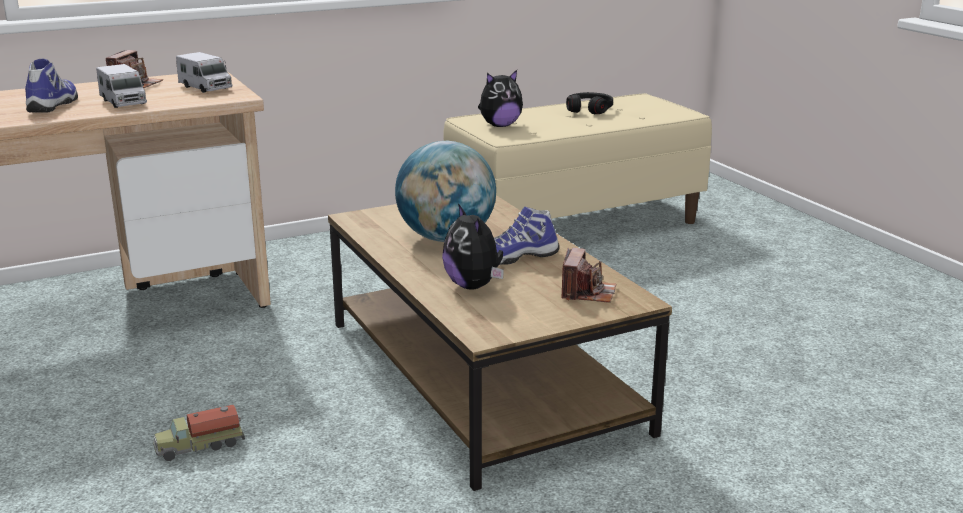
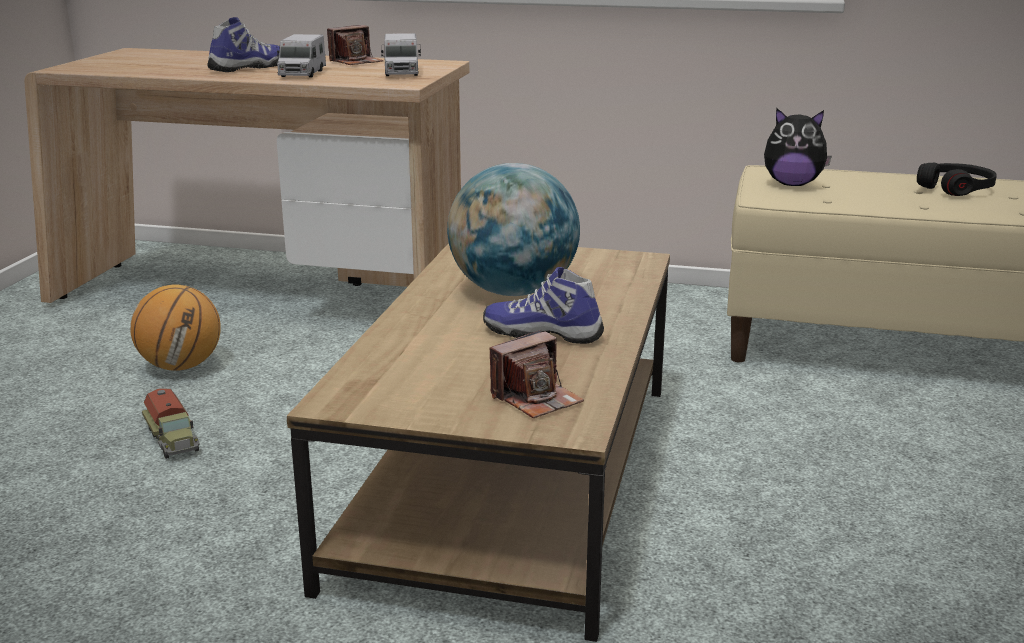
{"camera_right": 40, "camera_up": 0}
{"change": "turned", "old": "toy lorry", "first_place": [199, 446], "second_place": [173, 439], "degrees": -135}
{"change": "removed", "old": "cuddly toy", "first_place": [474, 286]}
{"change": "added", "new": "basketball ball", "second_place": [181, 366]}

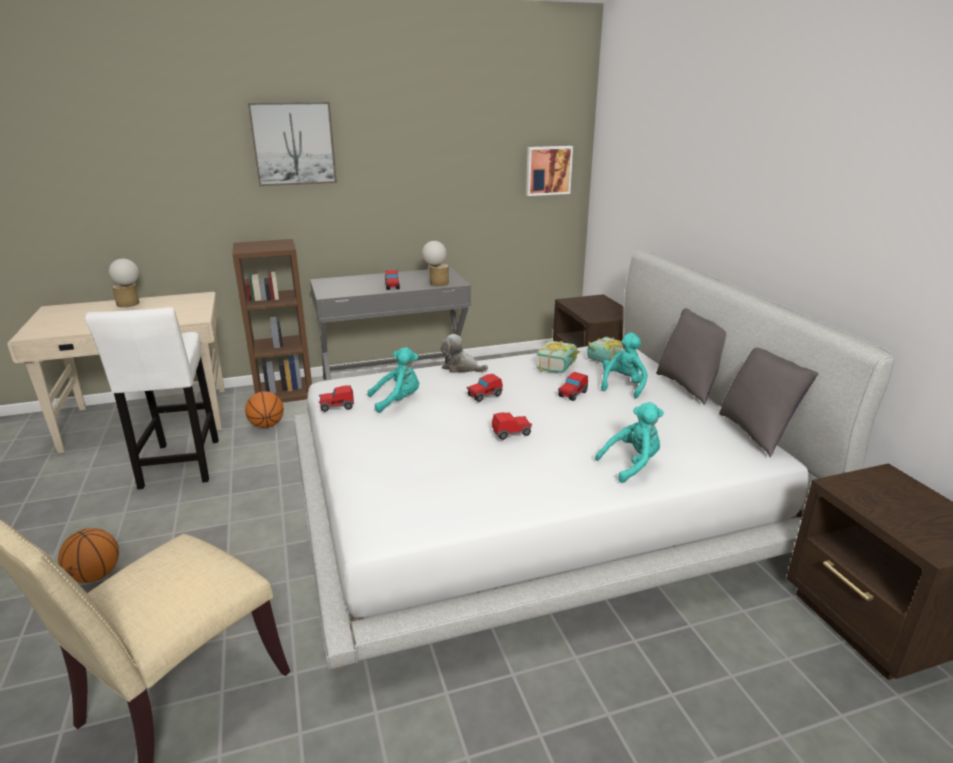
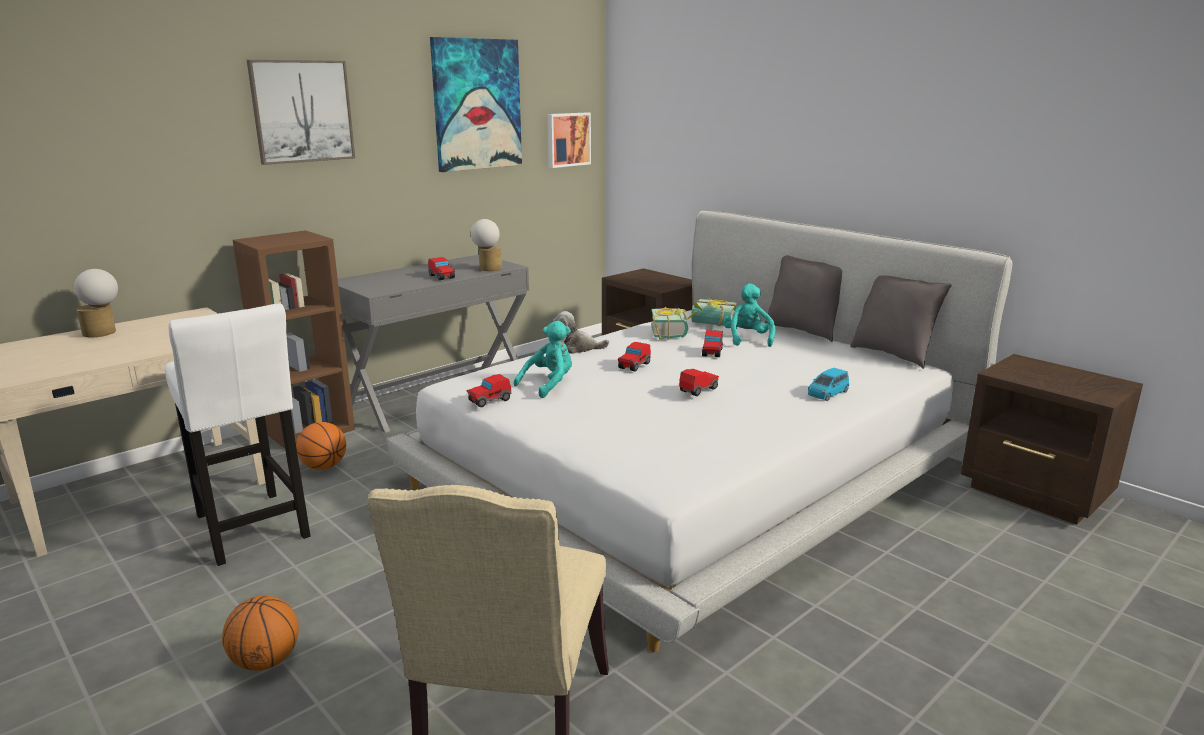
{"camera_right": -25, "camera_up": -5}
{"change": "replaced", "old": "turquoise cuddly toy", "new": "blue model car", "first_place": [632, 464], "second_place": [827, 394]}
{"change": "added", "new": "wall picture", "second_place": [477, 105]}

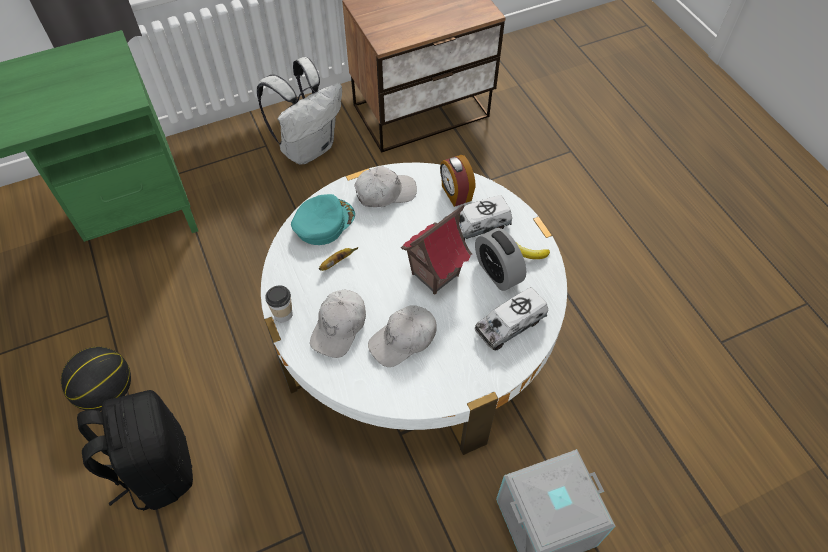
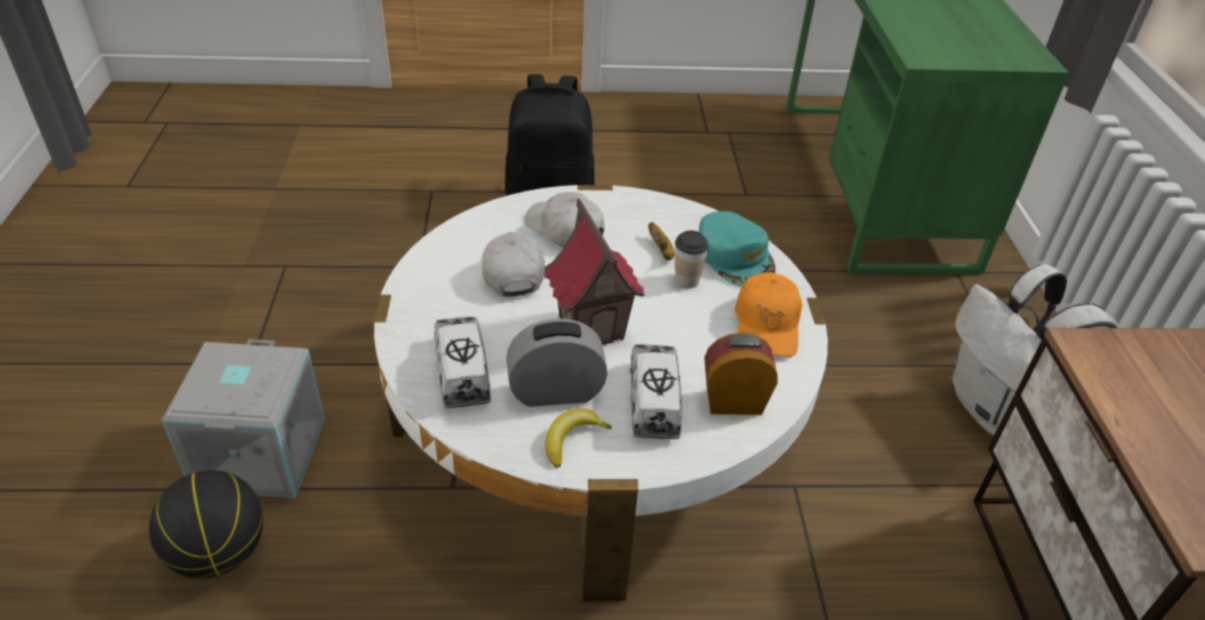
{"camera_right": 110, "camera_up": -15}
{"change": "moved", "old": "basketball ball", "first_place": [107, 392], "second_place": [220, 553]}
{"change": "moved", "old": "drinking cup", "first_place": [283, 314], "second_place": [686, 280]}
{"change": "recoloured", "old": "whitish cap", "new": "orangey cap", "first_place": [385, 192], "second_place": [767, 325]}

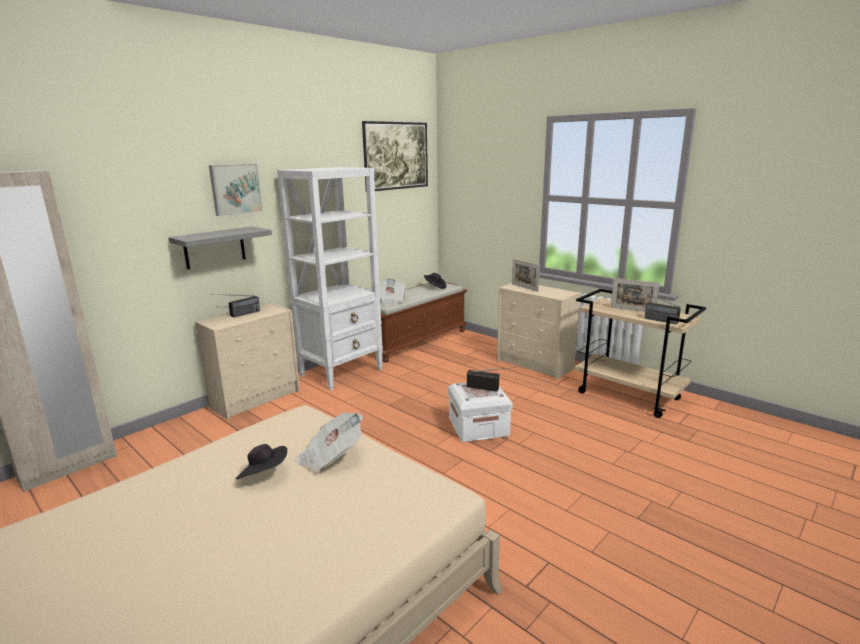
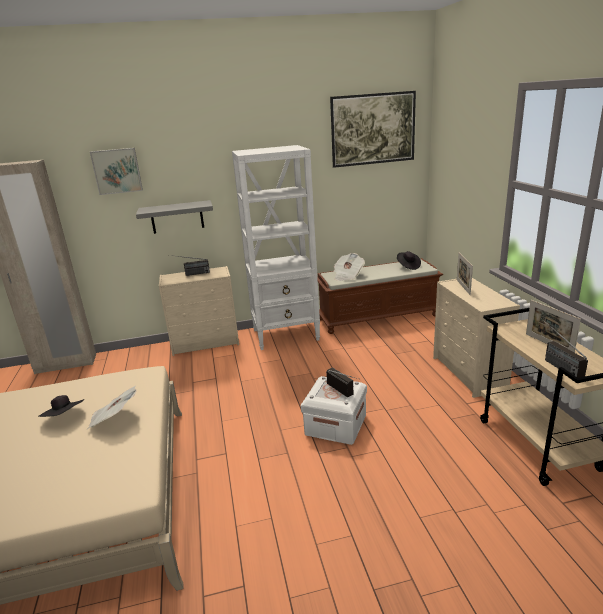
{"camera_right": 35, "camera_up": 5}
{"change": "moved", "old": "wall picture", "first_place": [235, 189], "second_place": [117, 171]}

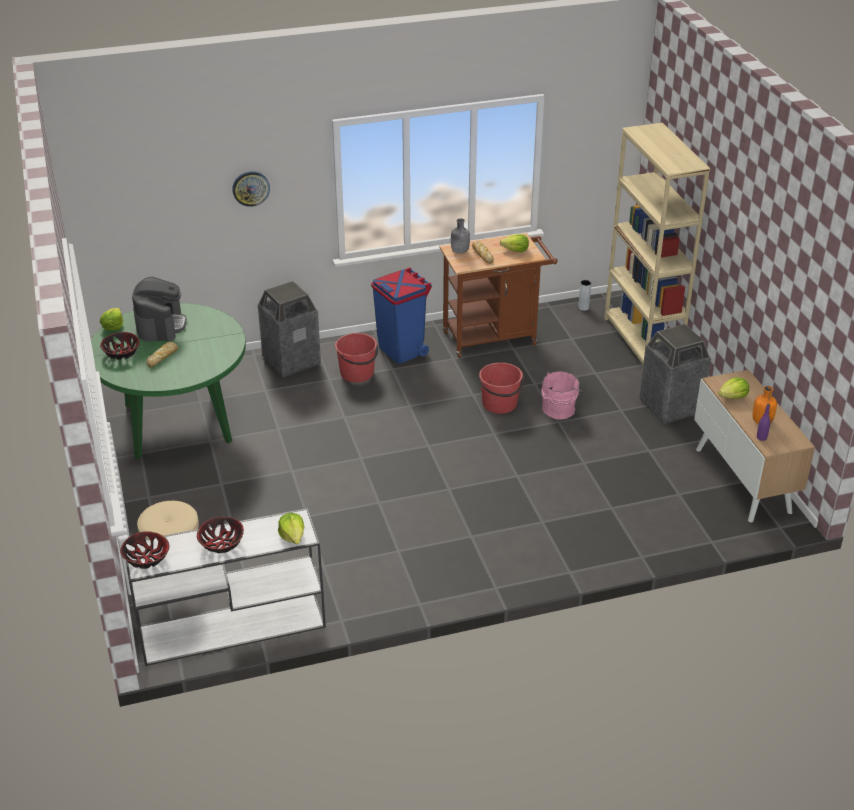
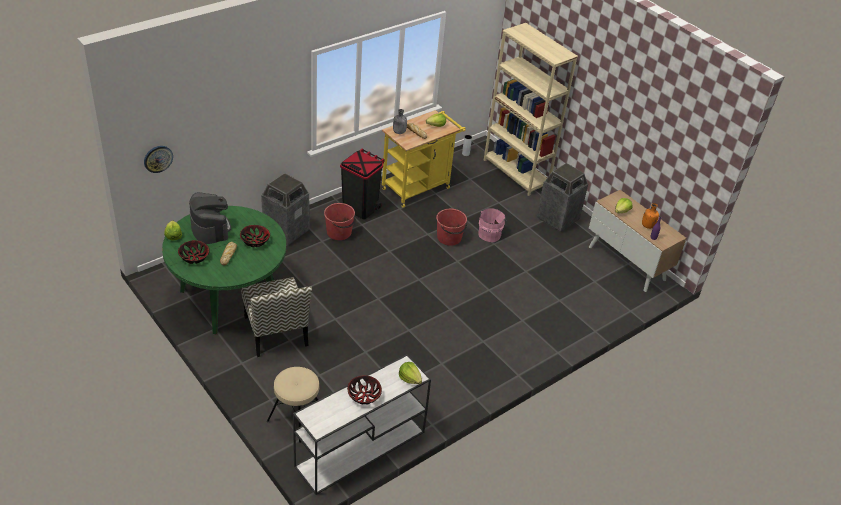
{"camera_right": -25, "camera_up": 5}
{"change": "moved", "old": "deep dish", "first_place": [147, 558], "second_place": [255, 241]}
{"change": "moved", "old": "hanging clock", "first_place": [251, 188], "second_place": [158, 158]}
{"change": "recoloured", "old": "blue trash can", "new": "black trash can", "first_place": [401, 350], "second_place": [360, 208]}
{"change": "recoloured", "old": "brown wheeled cart", "new": "yellowish wheeled cart", "first_place": [495, 337], "second_place": [419, 186]}
{"change": "added", "new": "upright chair", "second_place": [276, 332]}

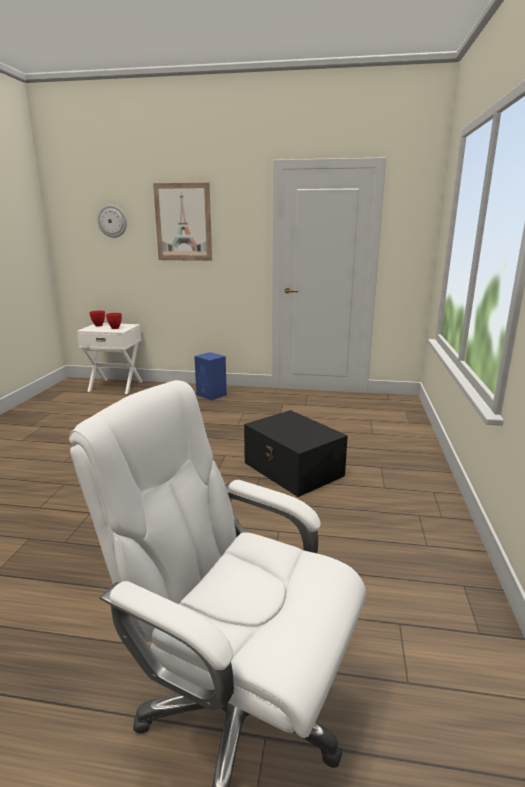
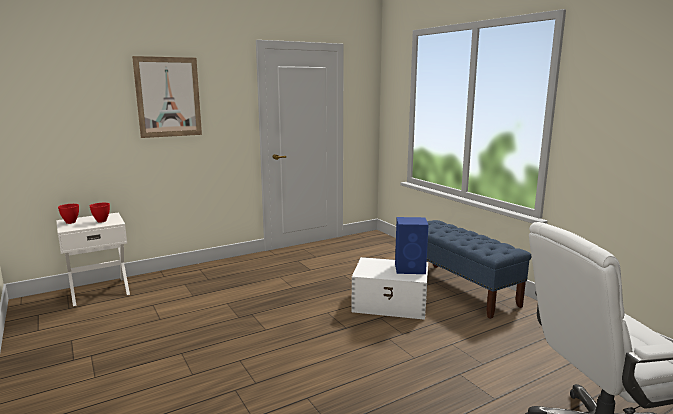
{"camera_right": -40, "camera_up": -5}
{"change": "removed", "old": "hanging clock", "first_place": [112, 221]}
{"change": "moved", "old": "blue audio speaker", "first_place": [212, 395], "second_place": [411, 269]}
{"change": "recoloured", "old": "black storage container", "new": "whitish storage container", "first_place": [293, 469], "second_place": [391, 304]}
{"change": "added", "new": "blue bench", "second_place": [460, 289]}

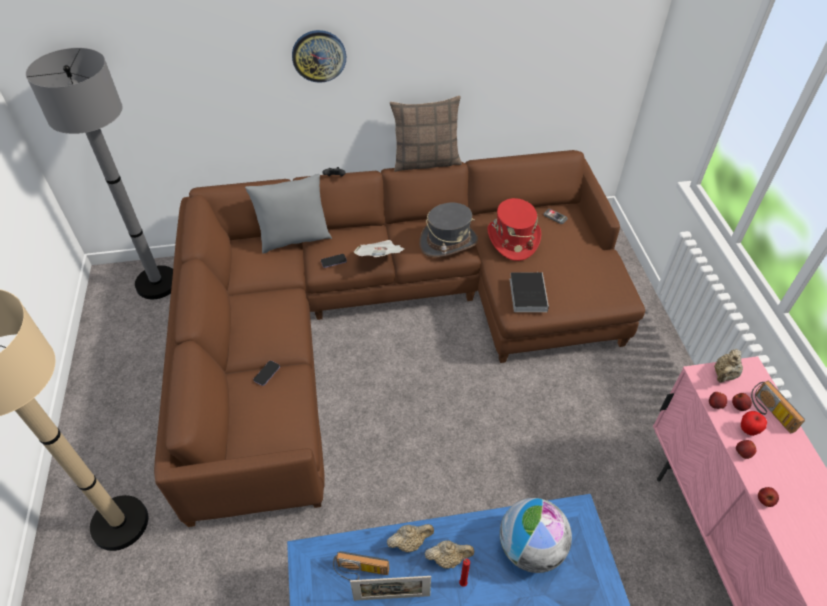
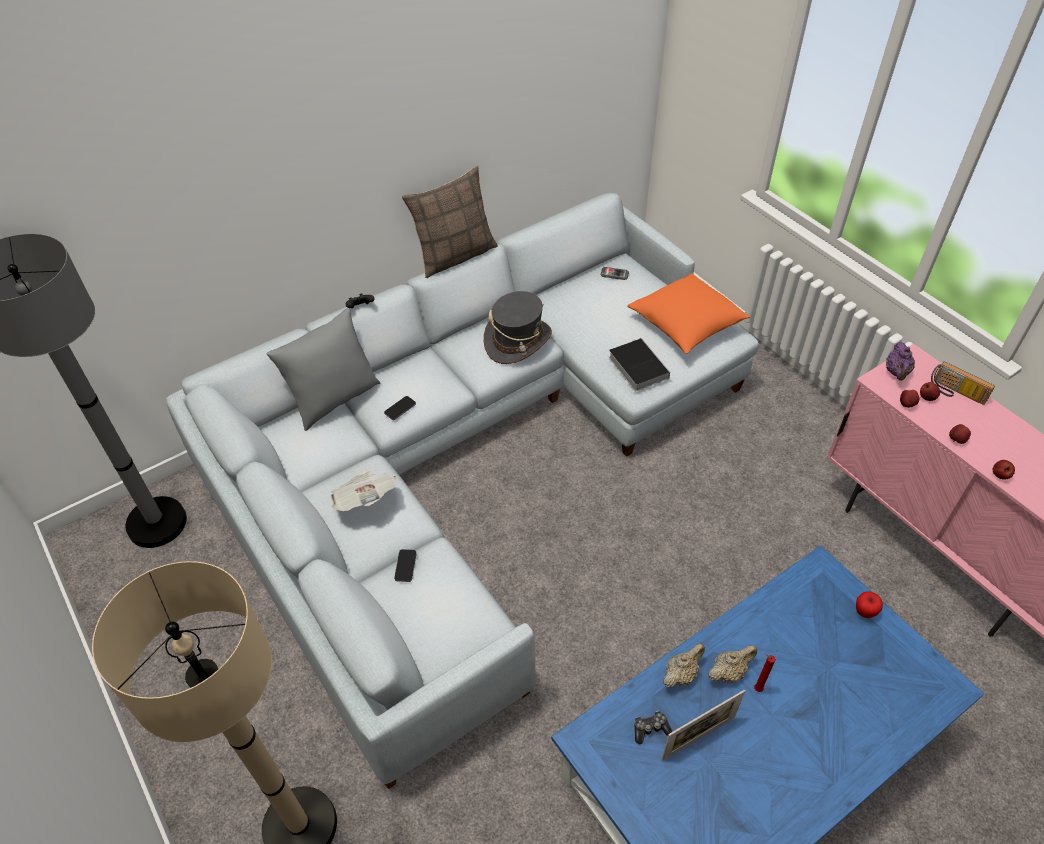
{"camera_right": -25, "camera_up": 0}
{"change": "recoloured", "old": "brown settee", "new": "grey settee", "first_place": [383, 316], "second_place": [468, 454]}
{"change": "removed", "old": "hanging clock", "first_place": [319, 56]}
{"change": "replaced", "old": "radio set", "new": "gamepad", "first_place": [360, 572], "second_place": [650, 729]}
{"change": "moved", "old": "printed paper", "first_place": [380, 258], "second_place": [365, 500]}
{"change": "removed", "old": "reddish wearable hat", "first_place": [512, 239]}
{"change": "removed", "old": "desk globe", "first_place": [530, 548]}
{"change": "recoloured", "old": "sand-coloured pot for tea", "new": "purple pot for tea", "first_place": [724, 375], "second_place": [896, 373]}
{"change": "moved", "old": "apple fruit", "first_place": [748, 430], "second_place": [864, 612]}
{"change": "added", "new": "orangey throw pillow", "second_place": [686, 325]}

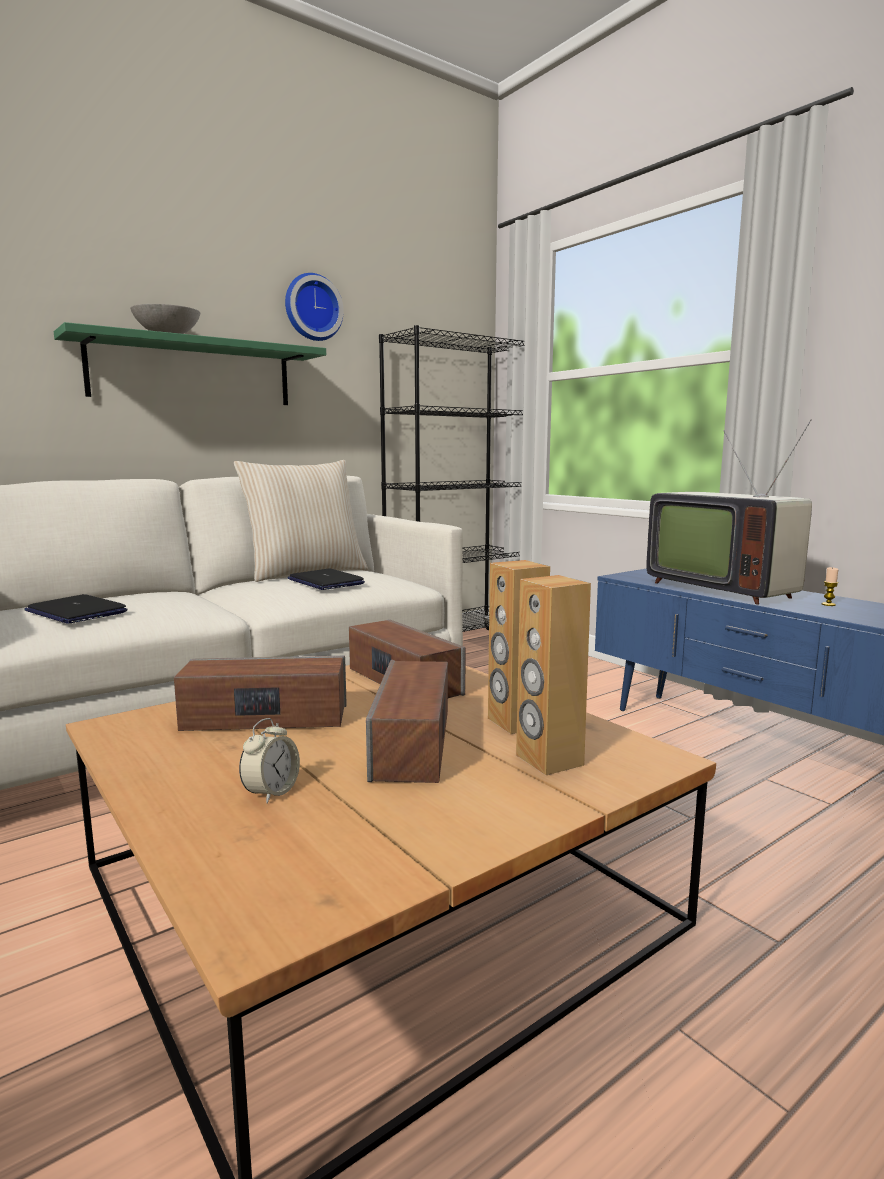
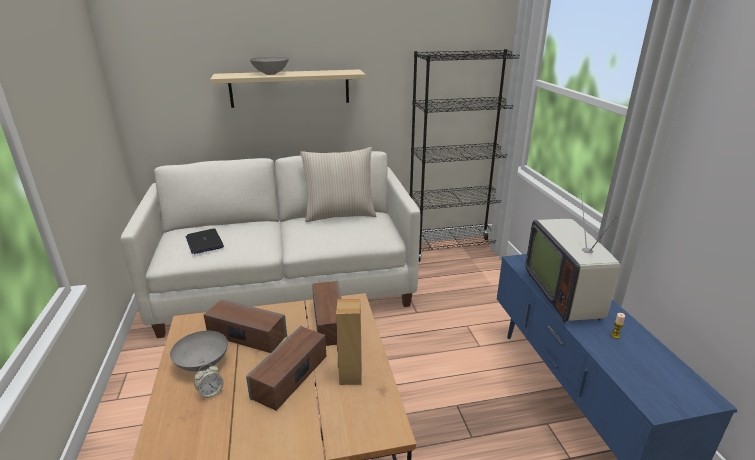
{"camera_right": 25, "camera_up": 15}
{"change": "recoloured", "old": "green wall shelf", "new": "sand-coloured wall shelf", "first_place": [193, 372], "second_place": [290, 88]}
{"change": "removed", "old": "hanging clock", "first_place": [312, 308]}
{"change": "removed", "old": "laptop", "first_place": [325, 582]}
{"change": "removed", "old": "brown audio speaker", "first_place": [548, 760]}
{"change": "added", "new": "grey deep dish", "second_place": [202, 364]}

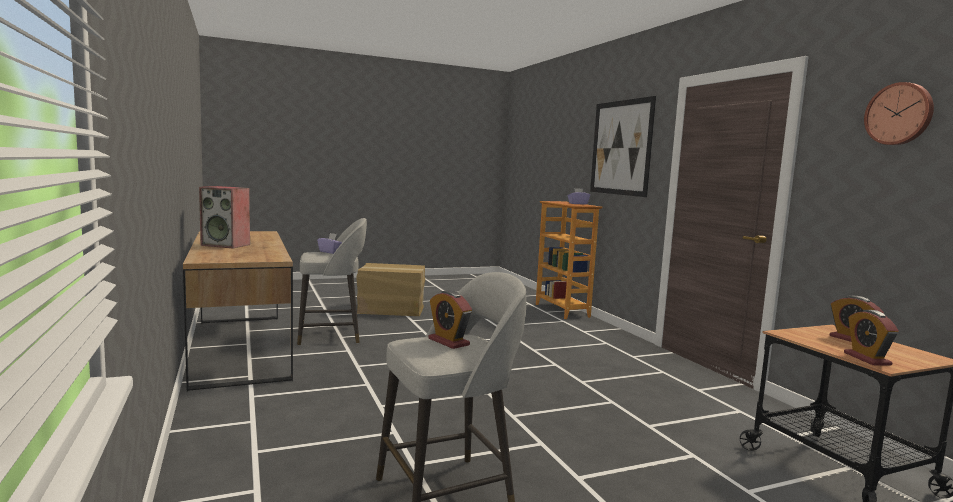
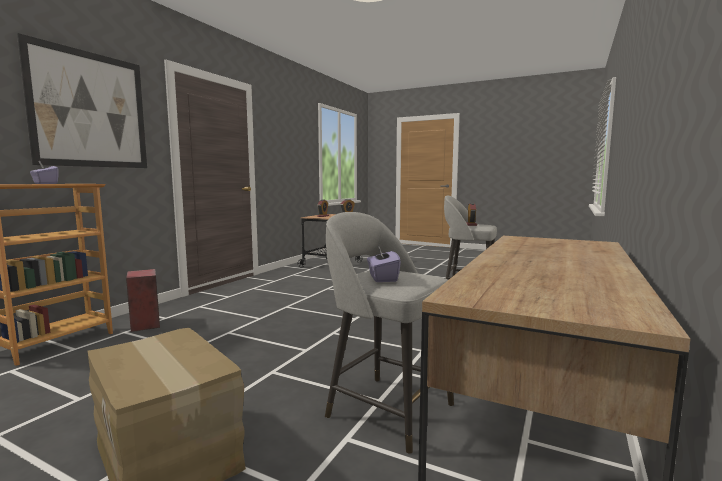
{"camera_right": -130, "camera_up": 0}
{"change": "moved", "old": "audio speaker", "first_place": [226, 245], "second_place": [144, 324]}
{"change": "removed", "old": "hanging clock", "first_place": [899, 114]}

